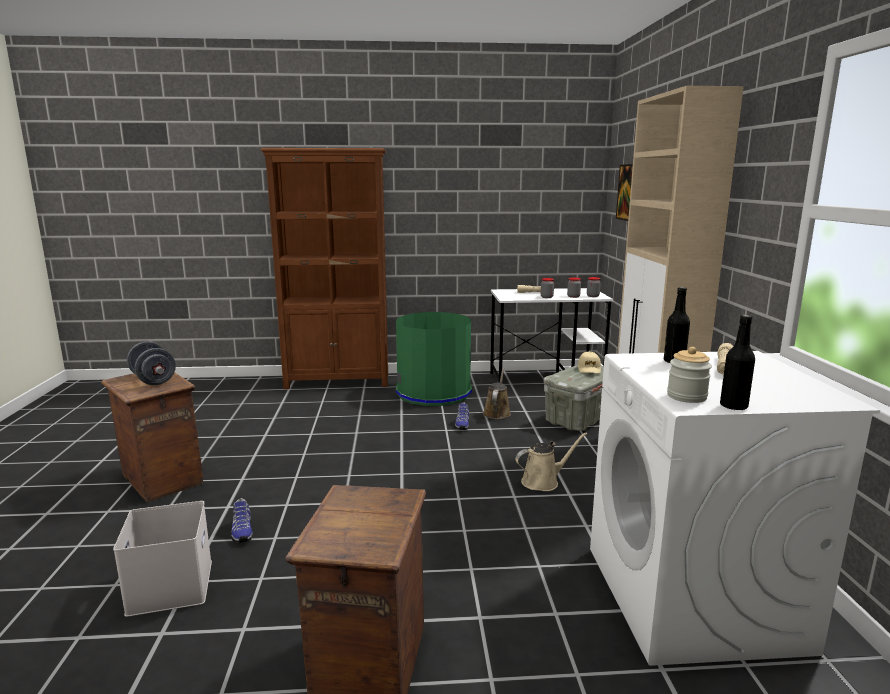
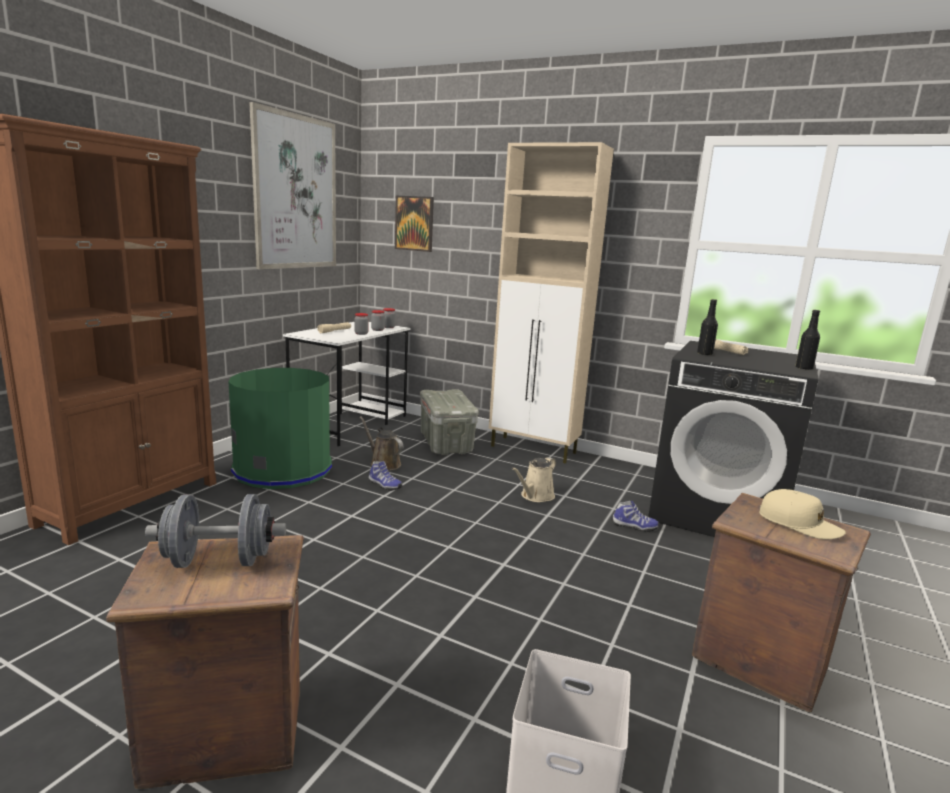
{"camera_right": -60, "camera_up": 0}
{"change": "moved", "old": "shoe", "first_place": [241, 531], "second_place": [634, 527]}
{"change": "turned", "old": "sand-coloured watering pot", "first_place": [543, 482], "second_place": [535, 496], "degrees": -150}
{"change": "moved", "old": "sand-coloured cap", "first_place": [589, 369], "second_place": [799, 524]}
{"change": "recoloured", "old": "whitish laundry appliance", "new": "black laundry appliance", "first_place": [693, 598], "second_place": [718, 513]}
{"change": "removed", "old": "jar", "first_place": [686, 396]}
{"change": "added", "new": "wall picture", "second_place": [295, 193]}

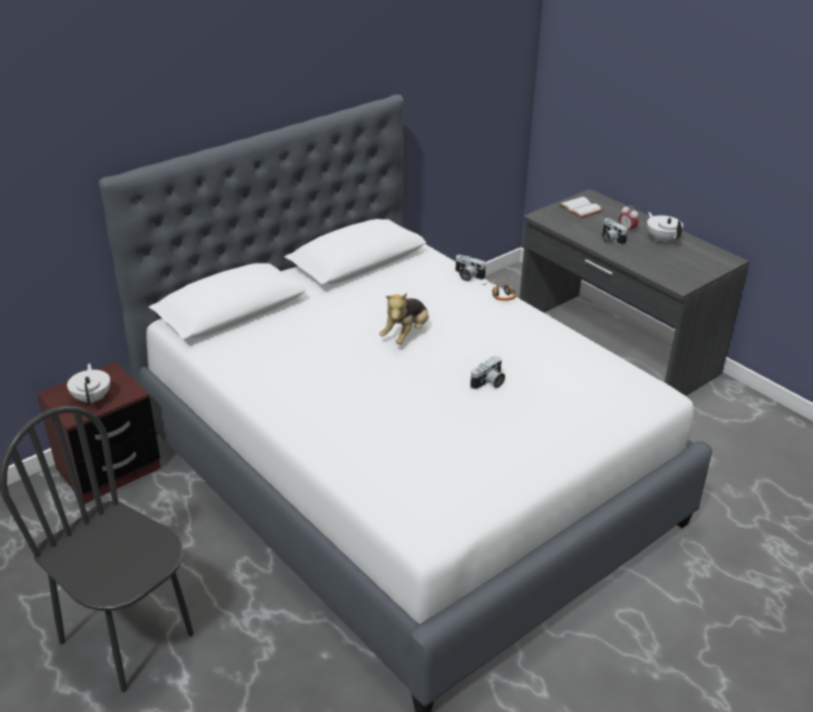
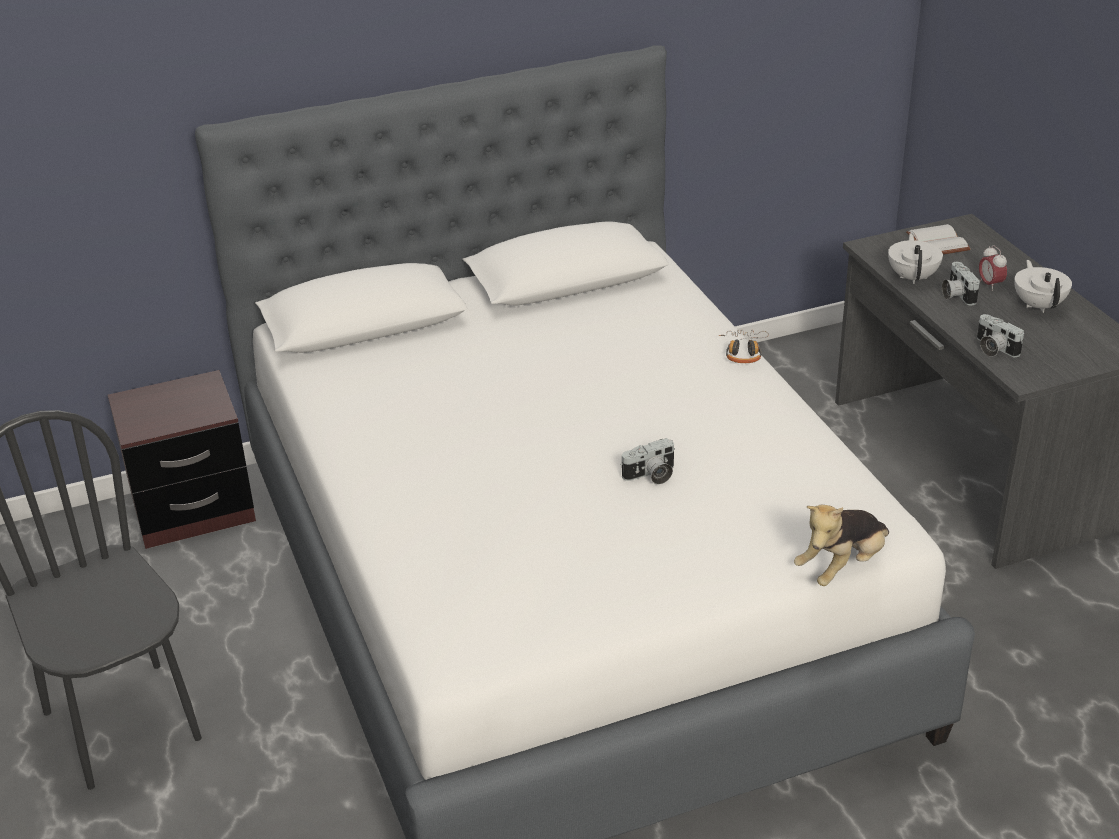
{"camera_right": 20, "camera_up": 0}
{"change": "moved", "old": "whitish pot for tea", "first_place": [92, 398], "second_place": [913, 277]}
{"change": "moved", "old": "cuddly toy", "first_place": [406, 334], "second_place": [842, 566]}
{"change": "moved", "old": "photo camera", "first_place": [467, 276], "second_place": [993, 349]}

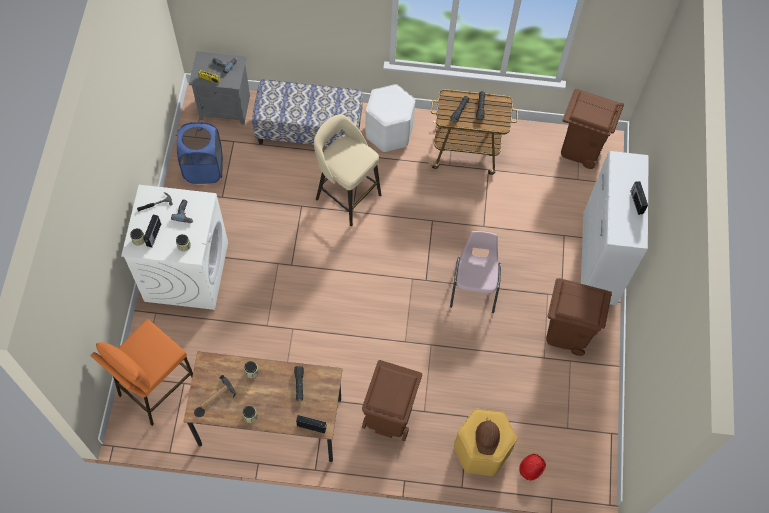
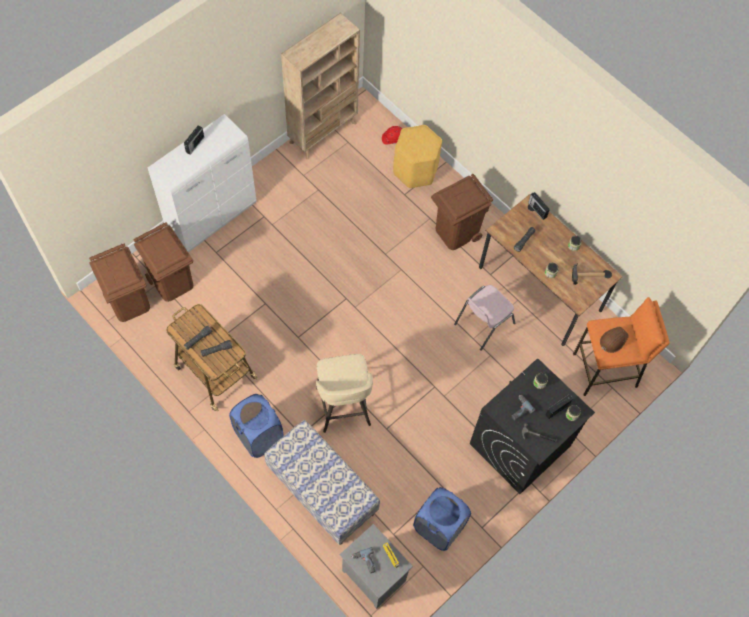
{"camera_right": -140, "camera_up": 0}
{"change": "recoloured", "old": "whitish laundry appliance", "new": "black laundry appliance", "first_place": [186, 271], "second_place": [520, 445]}
{"change": "replaced", "old": "whitish sitting stool", "new": "blue hamper", "first_place": [389, 132], "second_place": [258, 436]}
{"change": "moved", "old": "pink upright chair", "first_place": [474, 286], "second_place": [483, 323]}
{"change": "moved", "old": "brown work helmet", "first_place": [487, 437], "second_place": [613, 340]}
{"change": "moved", "old": "brown trash can", "first_place": [566, 332], "second_place": [172, 282]}
{"change": "added", "new": "sand-coloured bookcase", "second_place": [323, 132]}

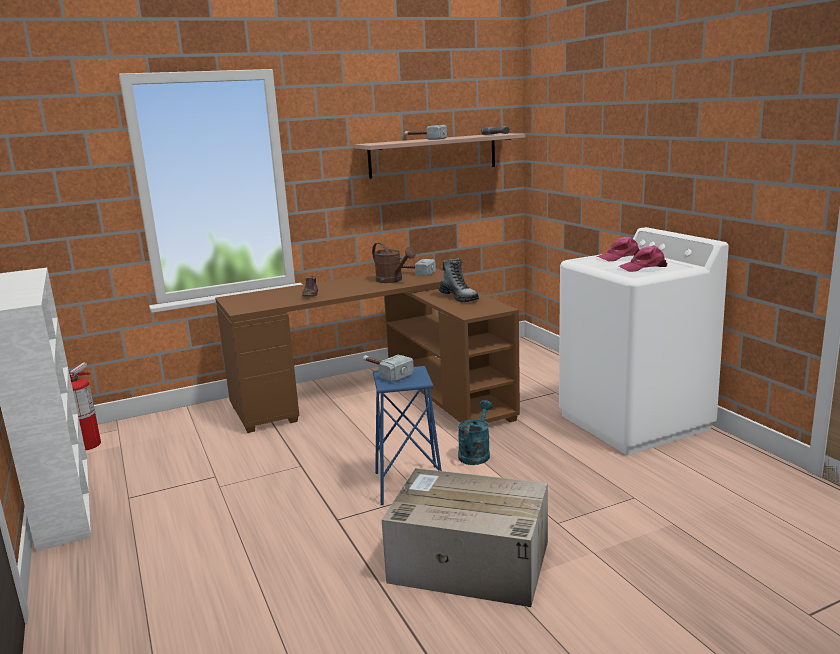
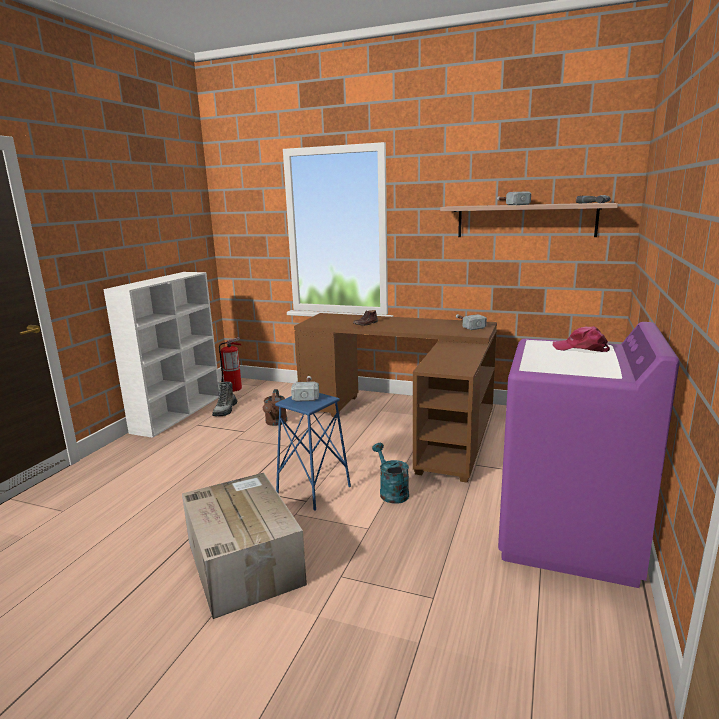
{"camera_right": 45, "camera_up": 0}
{"change": "moved", "old": "brown watering pot", "first_place": [393, 280], "second_place": [275, 423]}
{"change": "moved", "old": "tall boot", "first_place": [459, 297], "second_place": [225, 410]}
{"change": "turned", "old": "turquoise watering pot", "first_place": [475, 453], "second_place": [391, 491], "degrees": -90}
{"change": "recoloured", "old": "whitish laundry appliance", "new": "purple laundry appliance", "first_place": [634, 422], "second_place": [568, 536]}
{"change": "removed", "old": "pink cap", "first_place": [643, 267]}

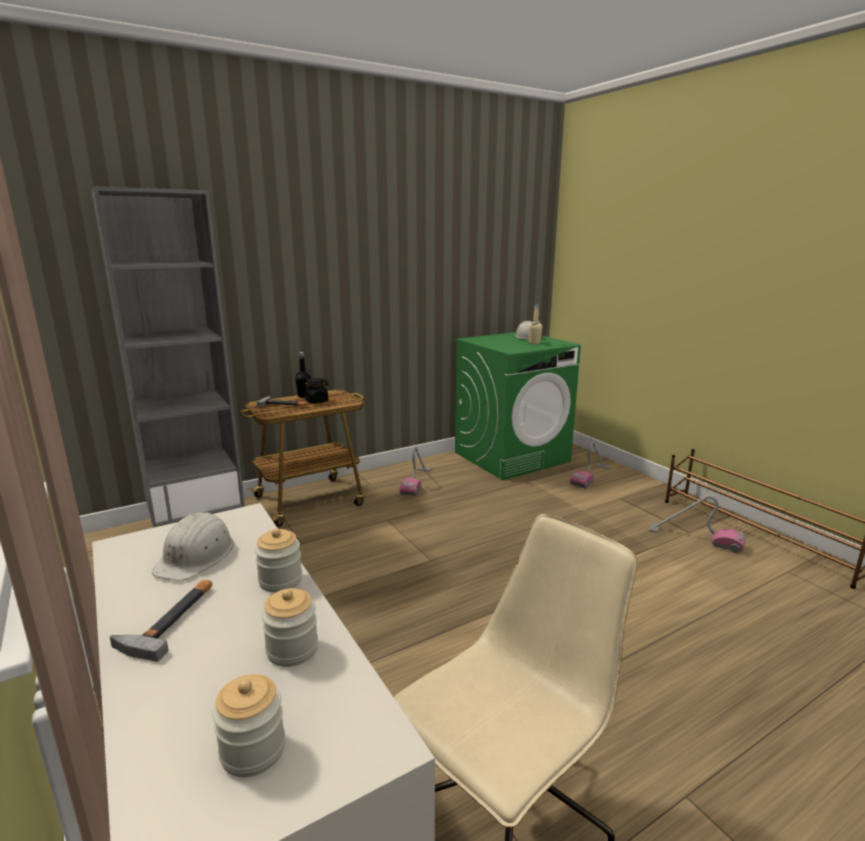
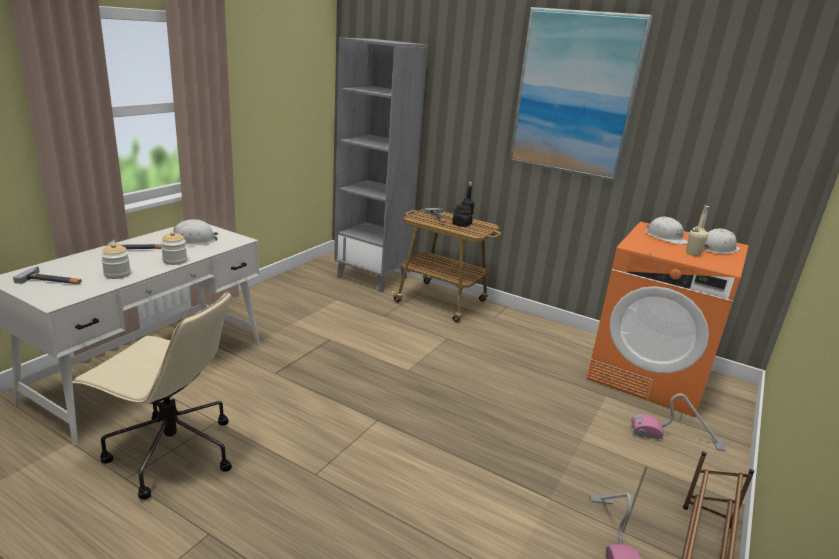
{"camera_right": 60, "camera_up": 5}
{"change": "replaced", "old": "jar", "new": "hammer", "first_place": [253, 750], "second_place": [52, 280]}
{"change": "removed", "old": "vacuum", "first_place": [416, 481]}
{"change": "recoloured", "old": "green laundry appliance", "new": "orangey laundry appliance", "first_place": [512, 457], "second_place": [649, 375]}
{"change": "added", "new": "wall picture", "second_place": [575, 94]}
{"change": "added", "new": "whitish work helmet", "second_place": [665, 237]}

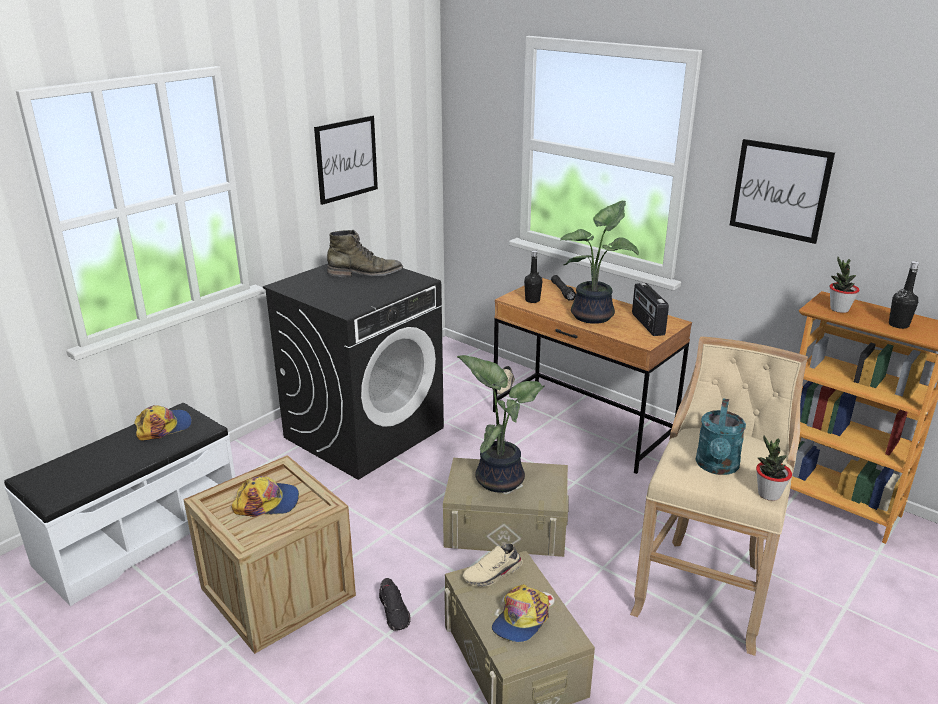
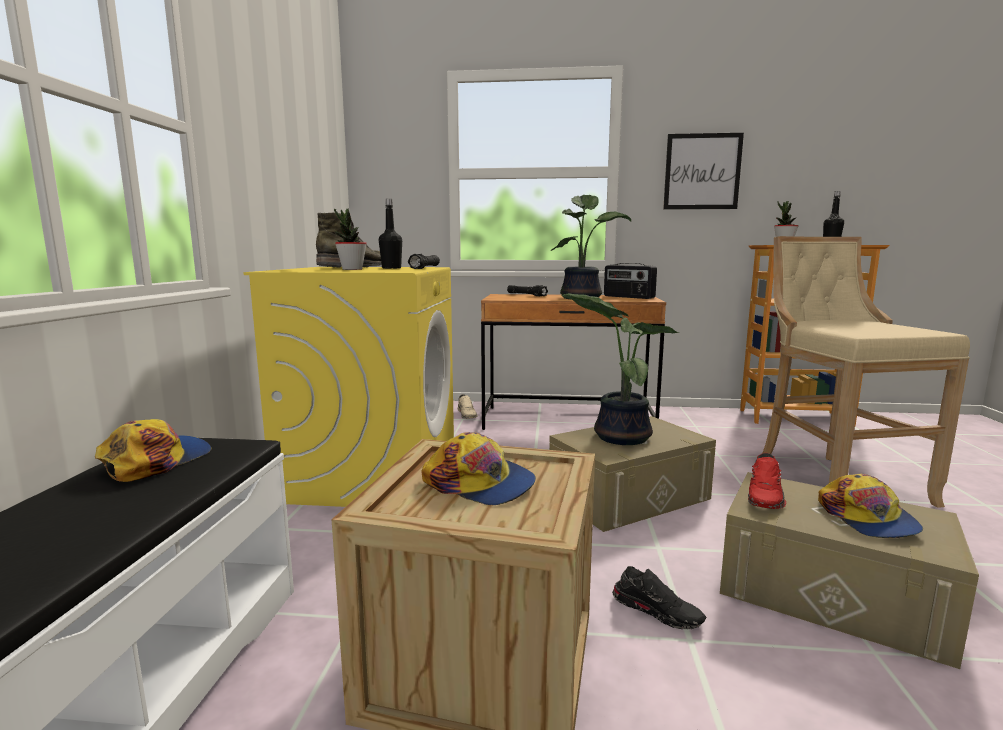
{"camera_right": -35, "camera_up": -15}
{"change": "turned", "old": "cap", "first_place": [267, 502], "second_place": [479, 484], "degrees": 75}
{"change": "recoloured", "old": "black laundry appliance", "new": "yellowish laundry appliance", "first_place": [364, 432], "second_place": [372, 473]}
{"change": "removed", "old": "wall picture", "first_place": [346, 159]}
{"change": "recoloured", "old": "sand-coloured shoe", "new": "reddish shoe", "first_place": [493, 574], "second_place": [766, 496]}
{"change": "moved", "old": "black drink bottle", "first_place": [532, 300], "second_place": [391, 268]}
{"change": "removed", "old": "turquoise watering pot", "first_place": [717, 467]}
{"change": "moved", "old": "plant in a pot", "first_place": [768, 494], "second_place": [352, 269]}
{"change": "added", "new": "black torch", "second_place": [425, 268]}

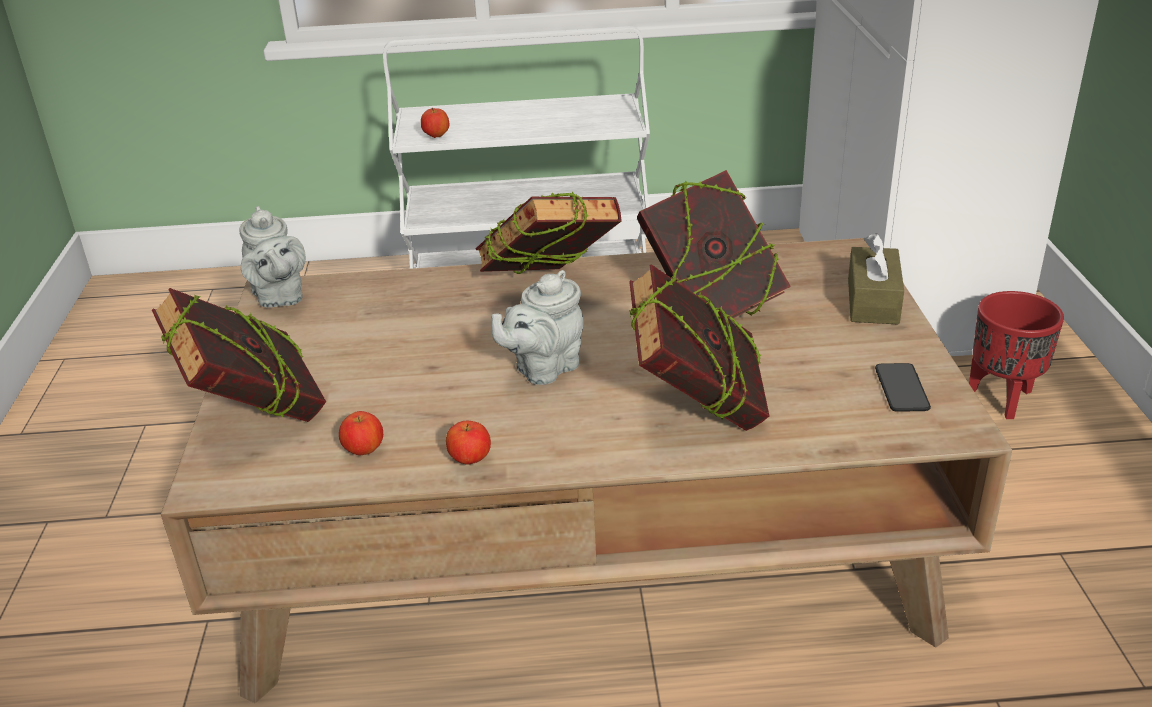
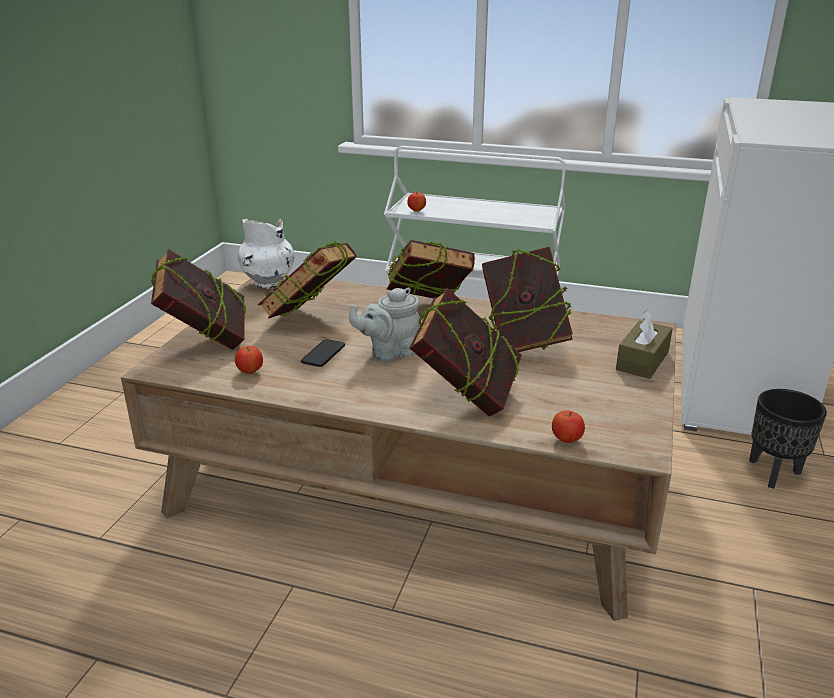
{"camera_right": 20, "camera_up": -5}
{"change": "replaced", "old": "grey pot for tea", "new": "whitish flower vase", "first_place": [279, 297], "second_place": [269, 283]}
{"change": "moved", "old": "apple fruit", "first_place": [470, 460], "second_place": [566, 440]}
{"change": "moved", "old": "phone", "first_place": [901, 389], "second_place": [323, 354]}
{"change": "recoloured", "old": "reddish plant pot", "new": "black plant pot", "first_place": [1002, 400], "second_place": [773, 473]}
{"change": "added", "new": "volume", "second_place": [311, 320]}

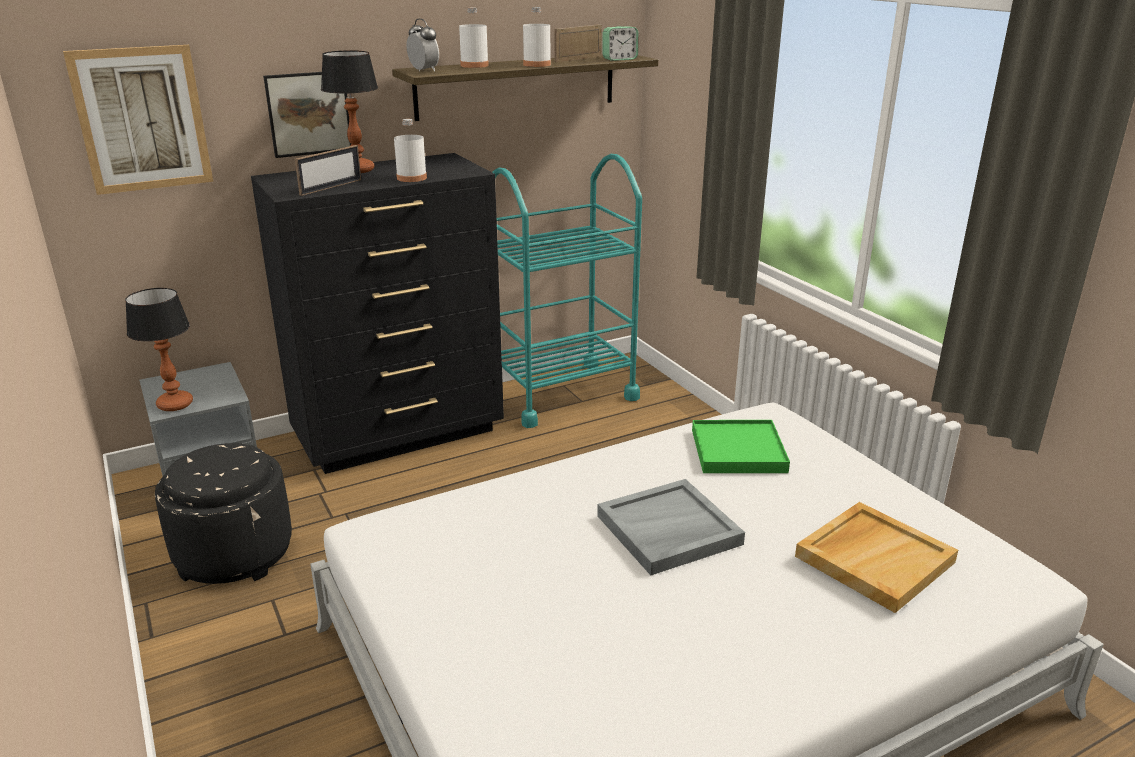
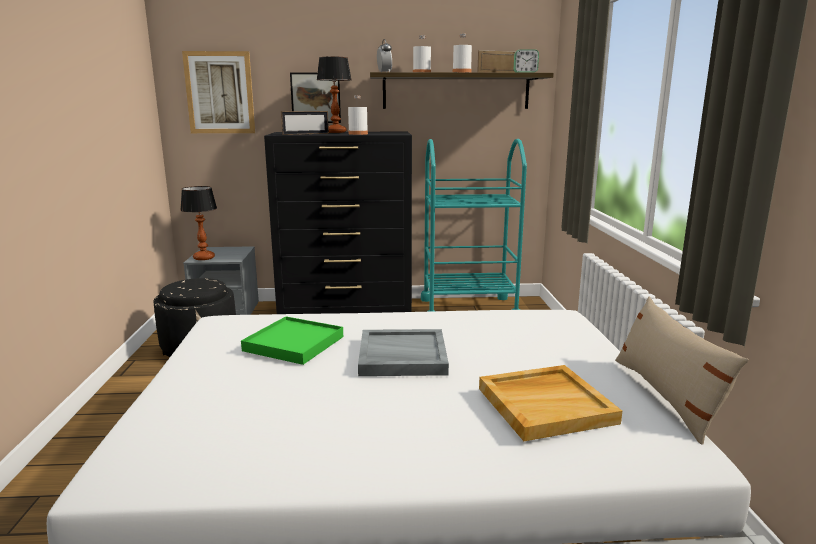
{"camera_right": 25, "camera_up": -10}
{"change": "moved", "old": "green tray", "first_place": [738, 451], "second_place": [293, 344]}
{"change": "added", "new": "sand-coloured throw pillow", "second_place": [666, 396]}

